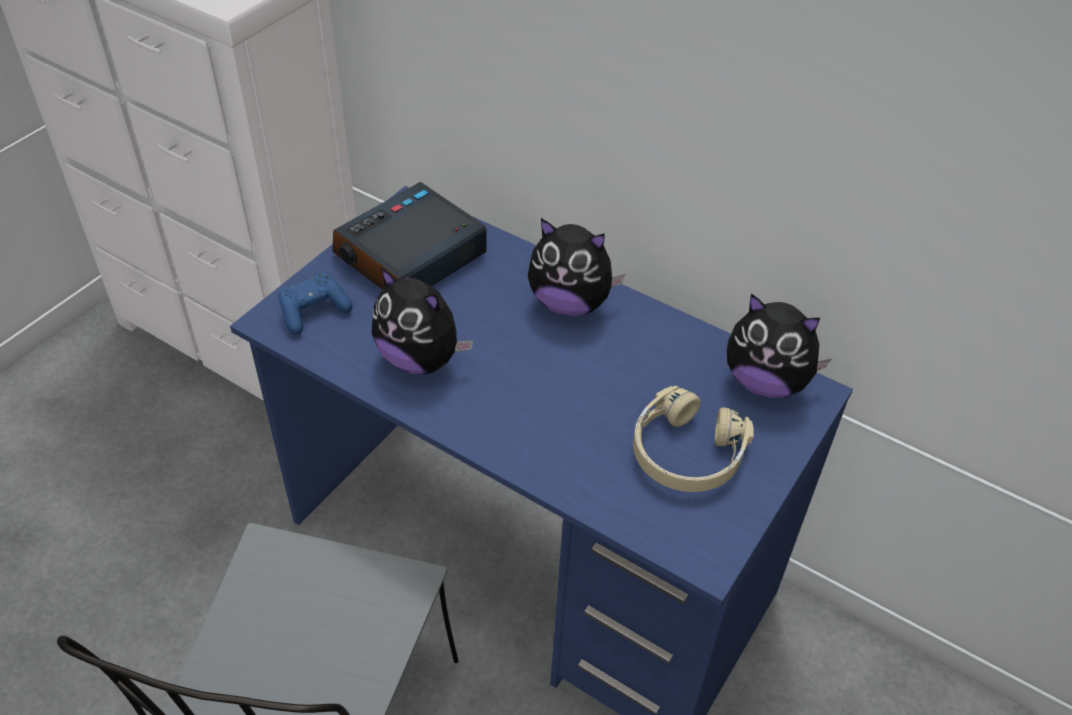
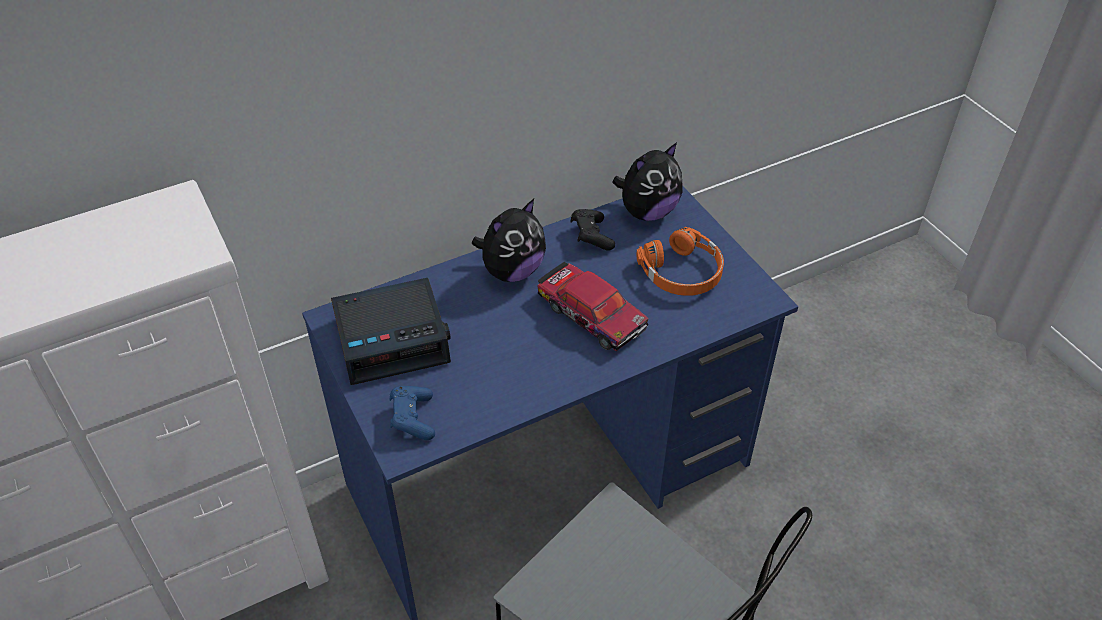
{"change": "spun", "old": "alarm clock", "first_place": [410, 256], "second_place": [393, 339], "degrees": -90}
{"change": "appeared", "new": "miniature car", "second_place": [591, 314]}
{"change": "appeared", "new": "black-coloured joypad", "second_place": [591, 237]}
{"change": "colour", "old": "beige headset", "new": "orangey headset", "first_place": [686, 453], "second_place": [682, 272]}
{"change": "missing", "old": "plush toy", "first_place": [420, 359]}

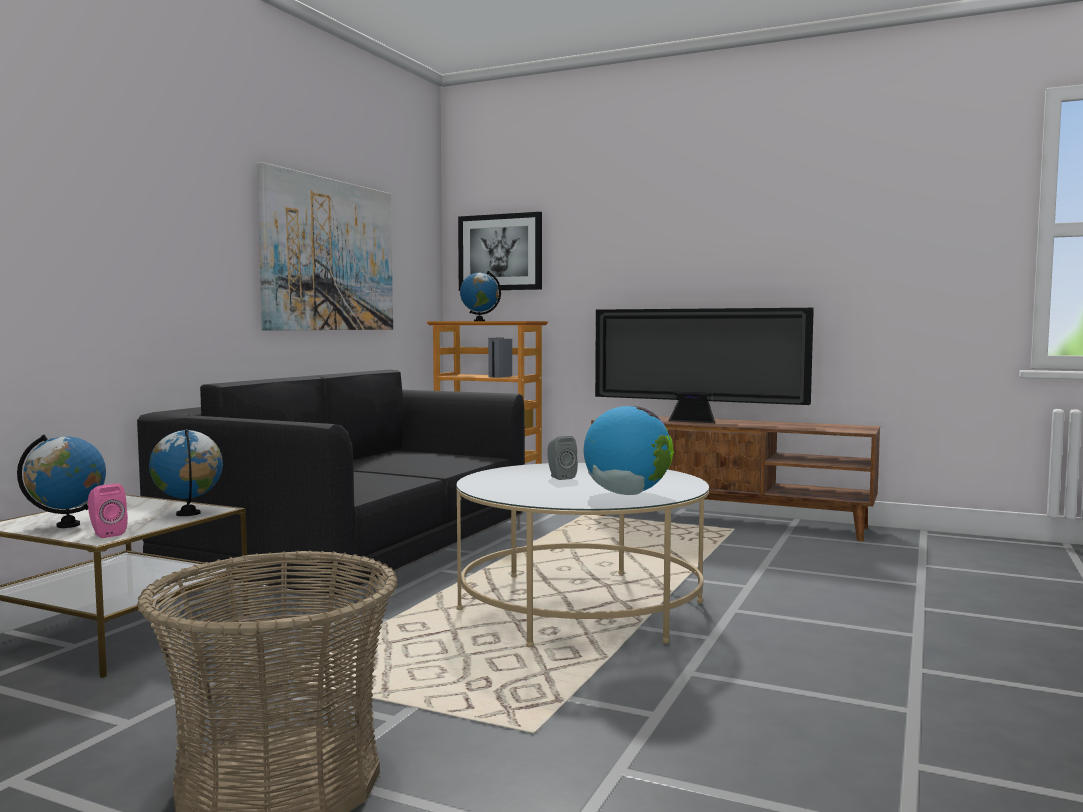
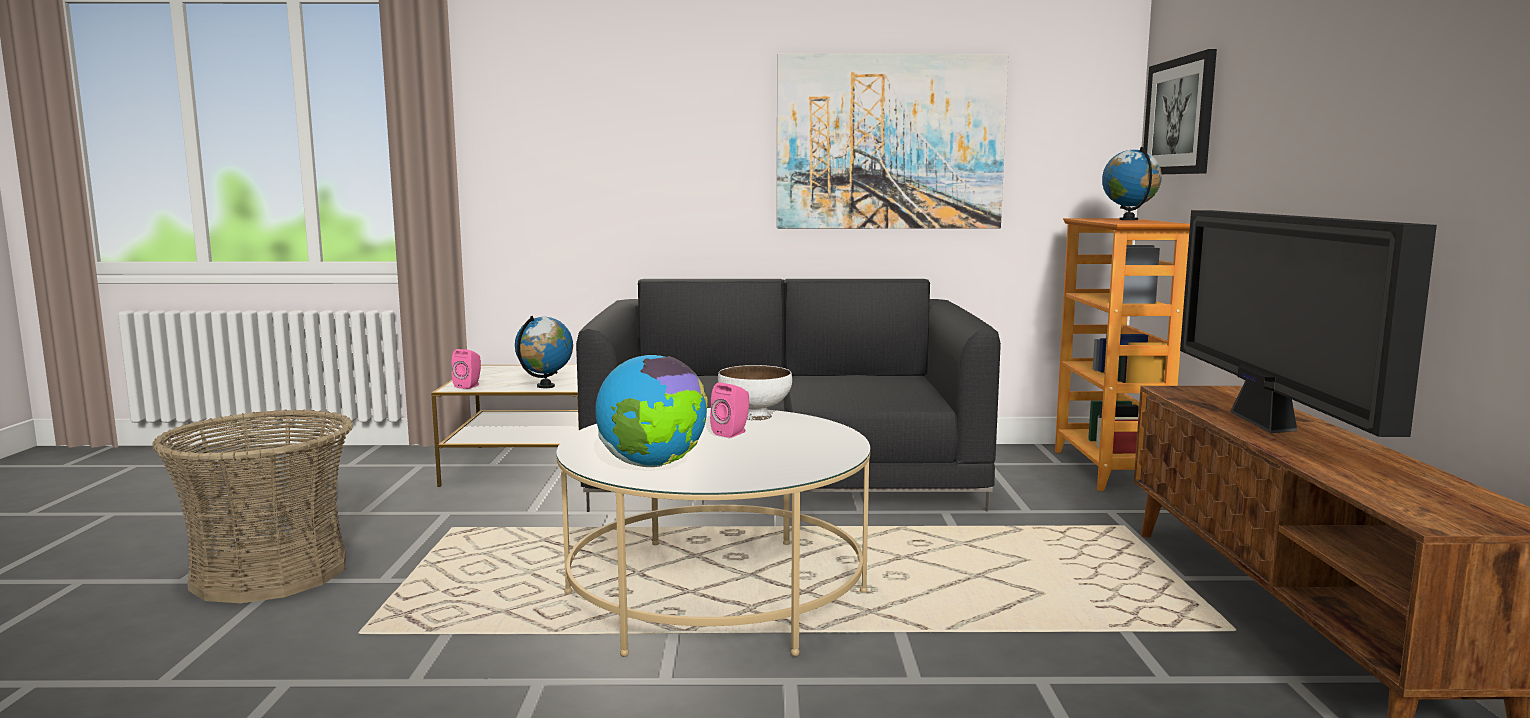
{"change": "colour", "old": "gray audio speaker", "new": "pink-coloured audio speaker", "first_place": [560, 477], "second_place": [732, 433]}
{"change": "appeared", "new": "white-coloured bowl", "second_place": [754, 416]}
{"change": "missing", "old": "world globe", "first_place": [68, 525]}

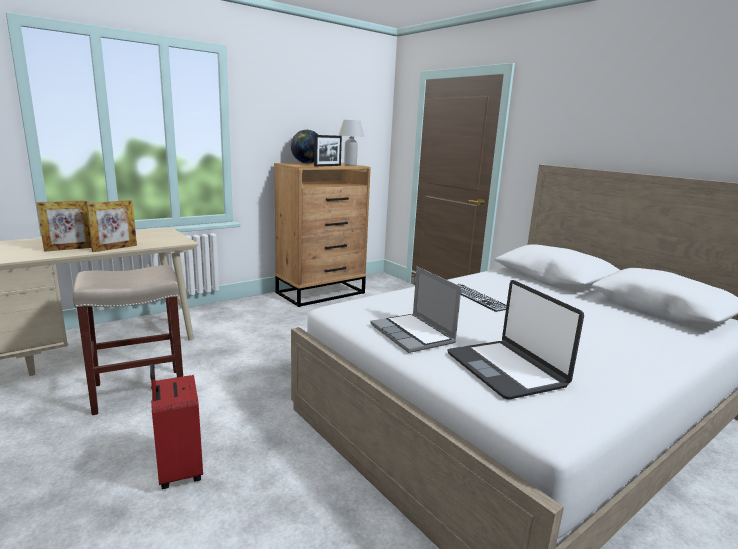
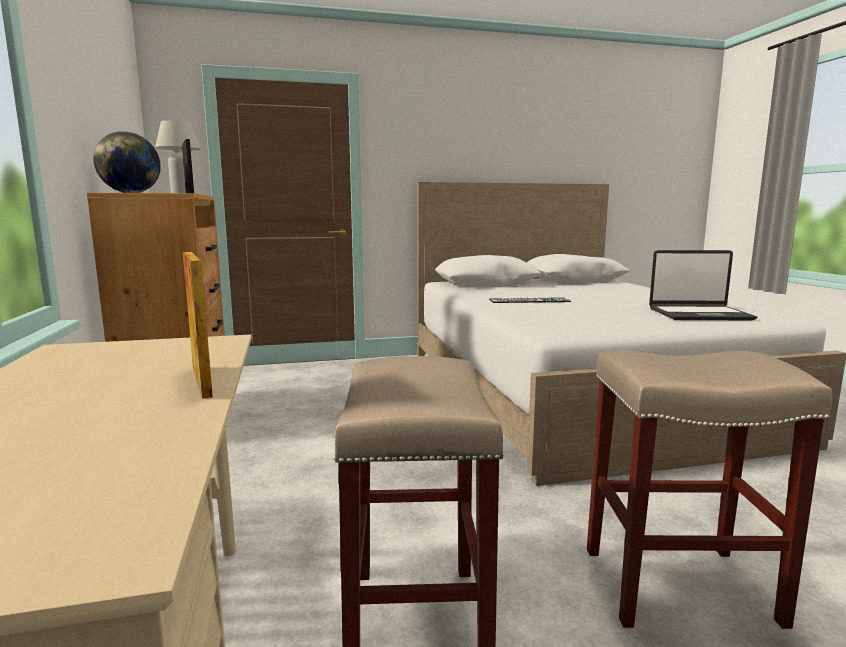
{"change": "exchanged", "old": "red suitcase", "new": "beige sitting stool", "first_place": [178, 471], "second_place": [676, 586]}
{"change": "missing", "old": "picture frame", "first_place": [69, 249]}
{"change": "missing", "old": "laptop", "first_place": [413, 334]}

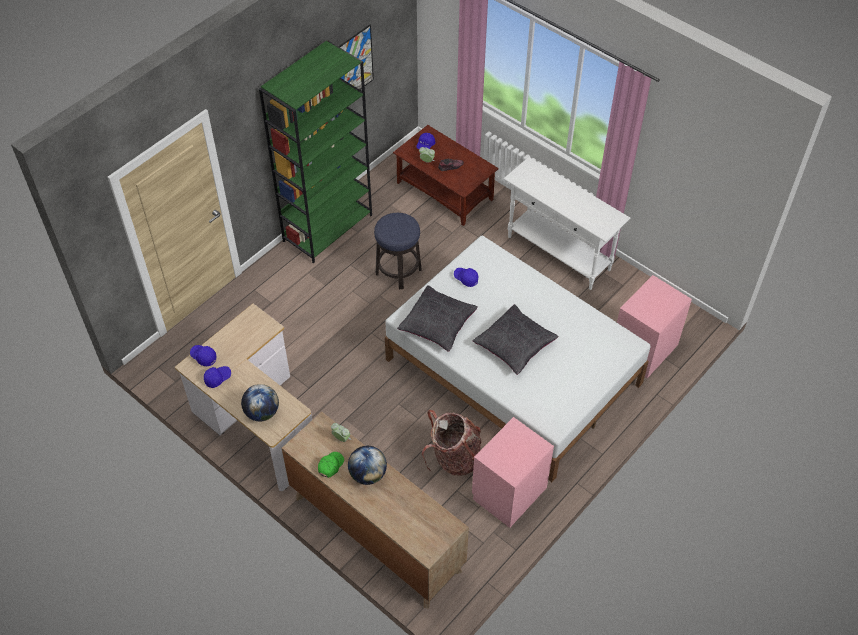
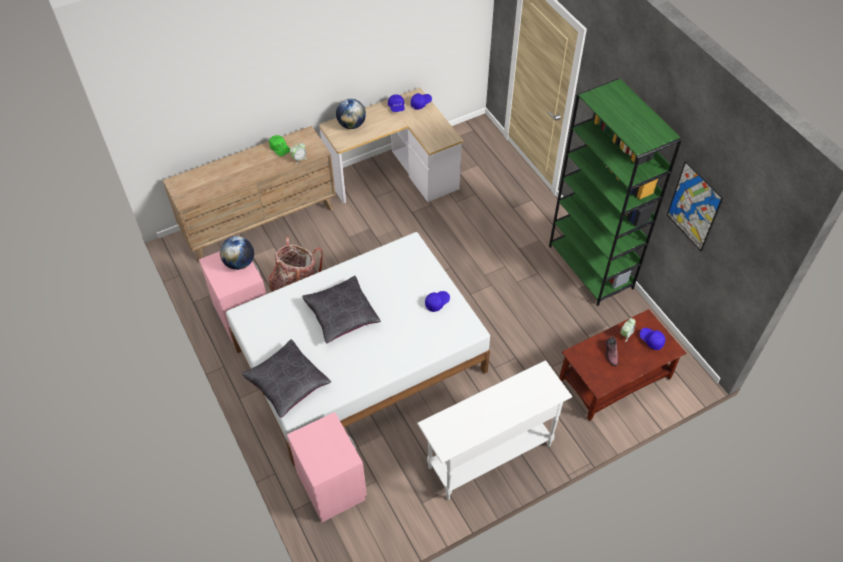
{"change": "relocated", "old": "world globe", "first_place": [368, 474], "second_place": [239, 263]}
{"change": "relocated", "old": "black-coloured throw pillow", "first_place": [437, 324], "second_place": [287, 383]}
{"change": "missing", "old": "sitting stool", "first_place": [398, 271]}

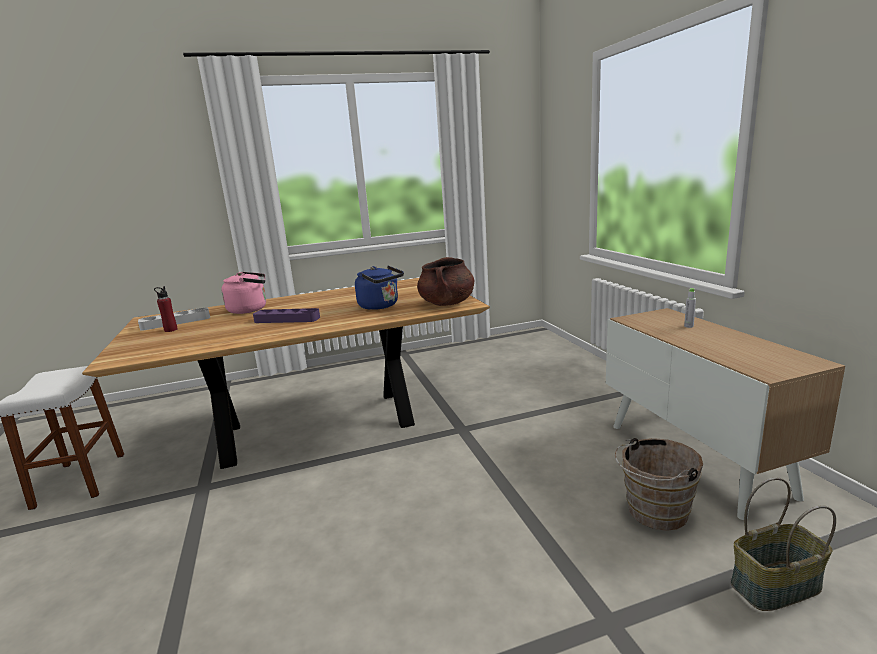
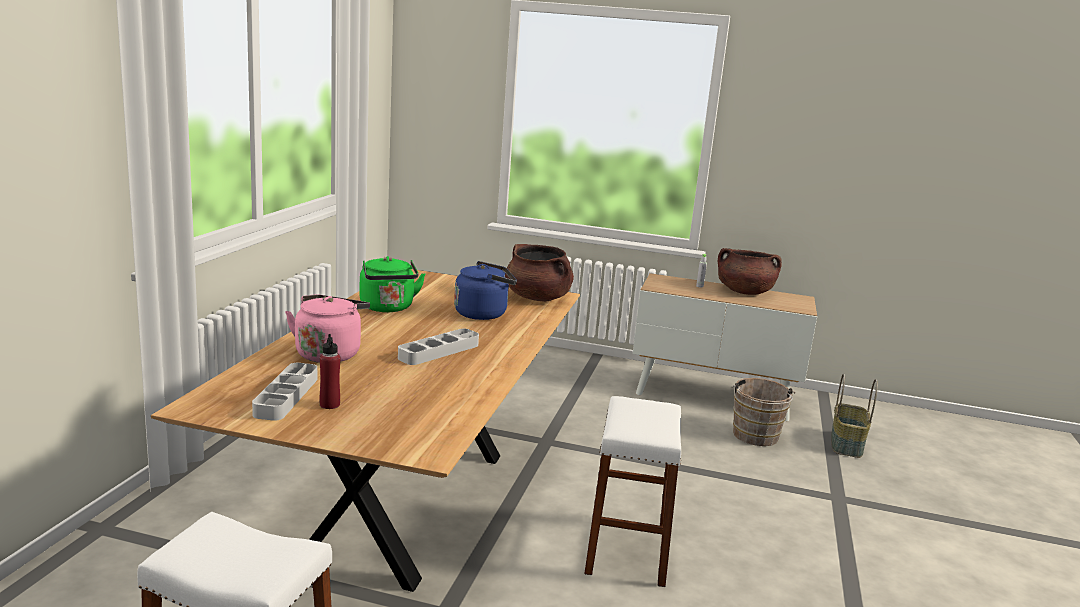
{"change": "appeared", "new": "greenish tea kettle", "second_place": [388, 308]}
{"change": "colour", "old": "purple carrying tray", "new": "gray carrying tray", "first_place": [287, 319], "second_place": [439, 351]}
{"change": "appeared", "new": "white-coloured sitting stool", "second_place": [627, 549]}
{"change": "appeared", "new": "brown saucepot", "second_place": [744, 292]}

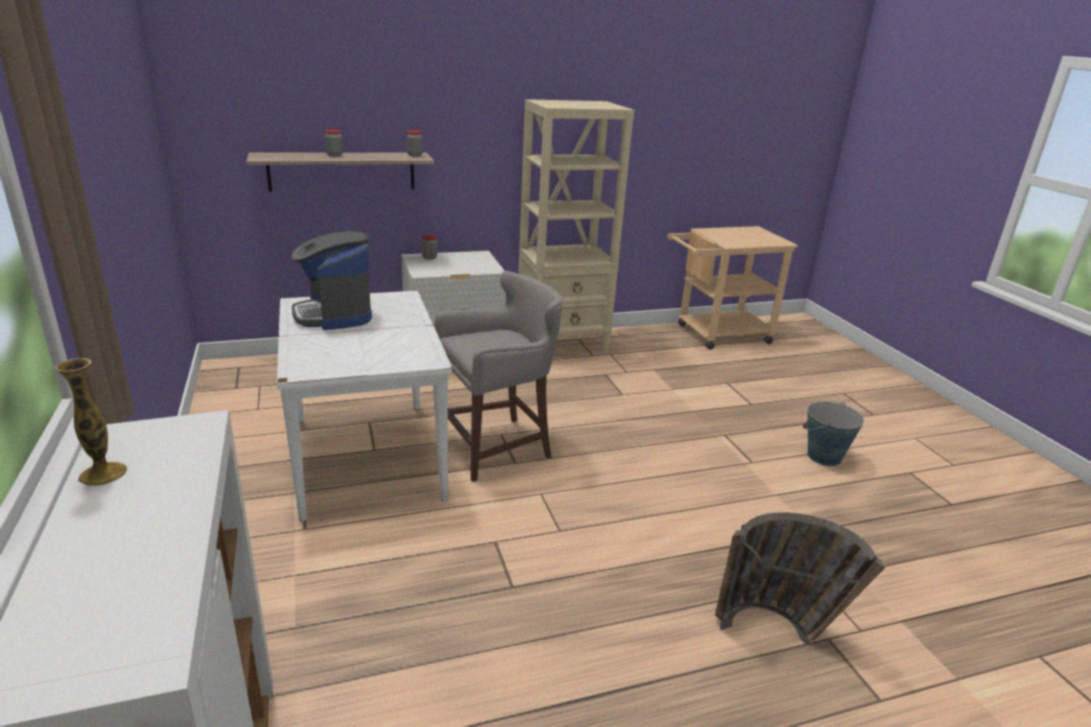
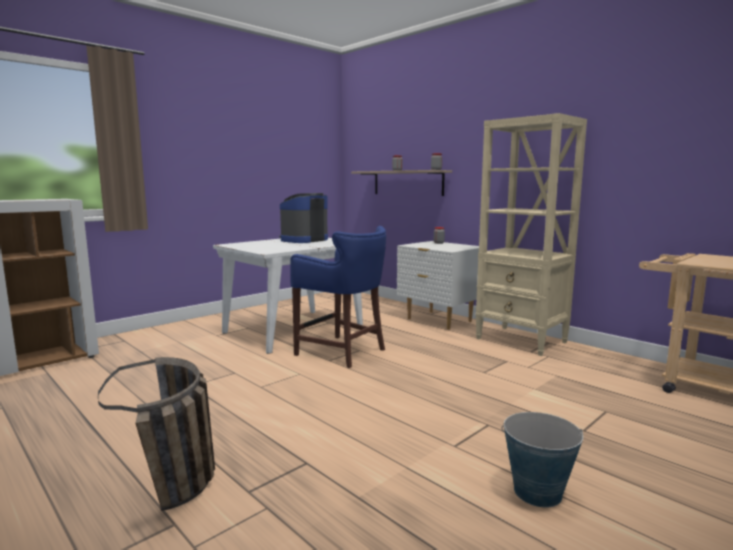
{"change": "colour", "old": "gray sitting stool", "new": "blue sitting stool", "first_place": [497, 446], "second_place": [343, 352]}
{"change": "missing", "old": "vase", "first_place": [103, 474]}

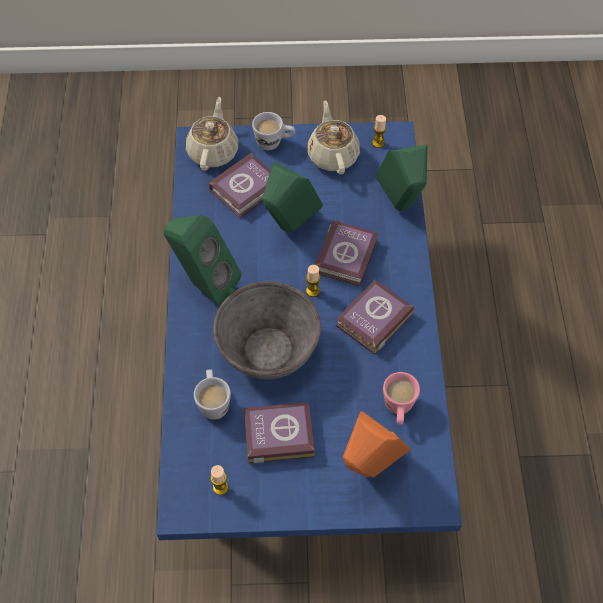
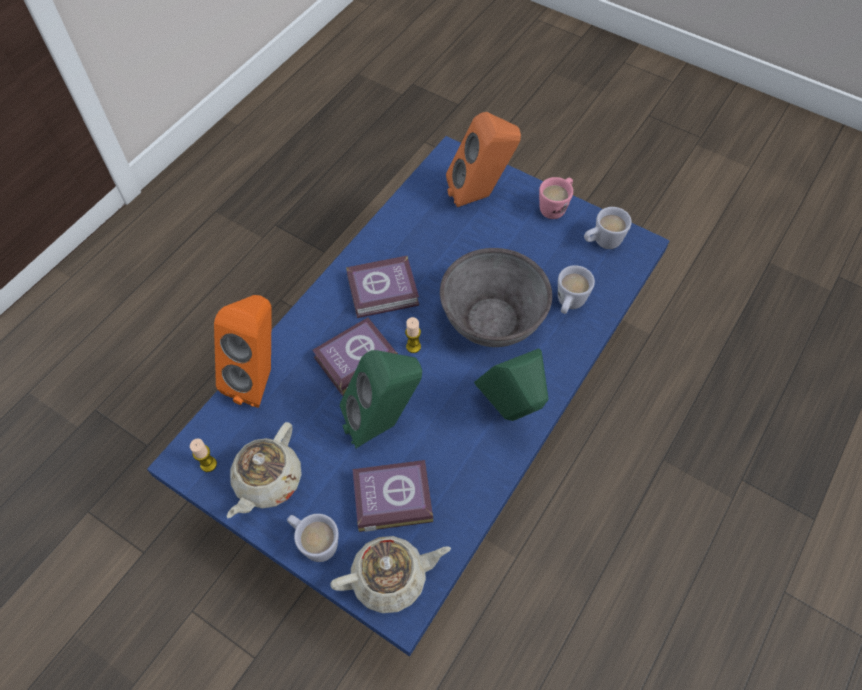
{"change": "colour", "old": "greenish audio speaker", "new": "orangey audio speaker", "first_place": [401, 206], "second_place": [259, 377]}
{"change": "spun", "old": "beige pot for tea", "first_place": [213, 151], "second_place": [391, 578], "degrees": -150}
{"change": "relocated", "old": "pink-coloured mug", "first_place": [398, 409], "second_place": [555, 207]}
{"change": "exchanged", "old": "wax candle", "new": "white-coloured mug", "first_place": [220, 487], "second_place": [602, 242]}
{"change": "missing", "old": "volume", "first_place": [277, 434]}

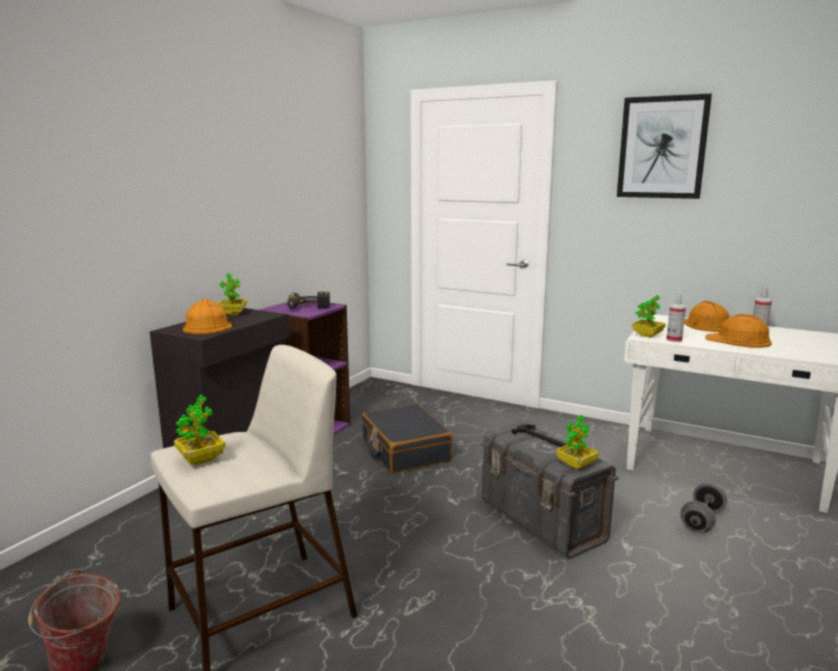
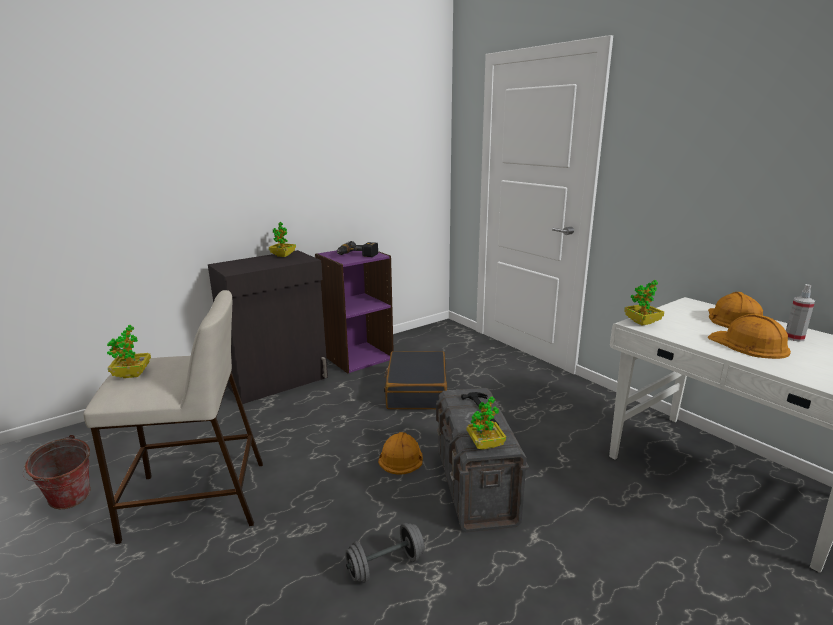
{"change": "relocated", "old": "gray dumbbell", "first_place": [702, 521], "second_place": [385, 566]}
{"change": "relocated", "old": "orangey work helmet", "first_place": [207, 326], "second_place": [401, 456]}
{"change": "missing", "old": "wall art", "first_place": [662, 147]}
{"change": "missing", "old": "spray bottle", "first_place": [674, 340]}

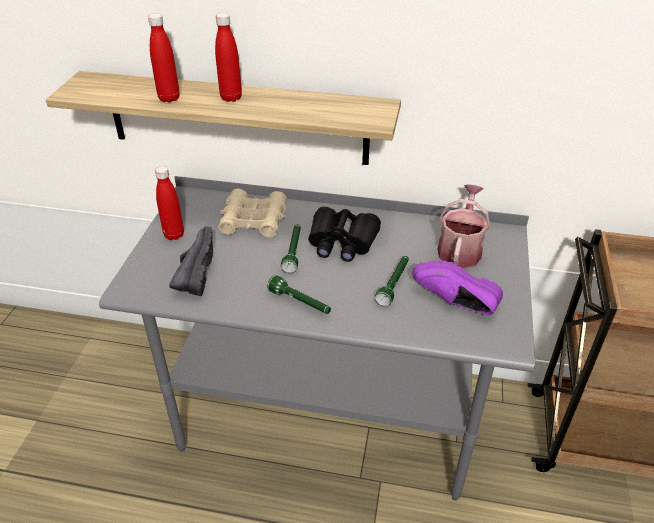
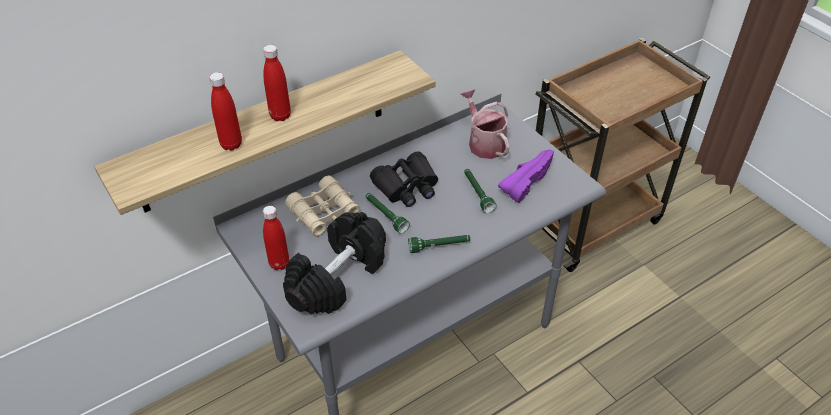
{"change": "exchanged", "old": "black-coloured shoe", "new": "black-coloured dumbbell", "first_place": [194, 271], "second_place": [338, 278]}
{"change": "spun", "old": "purple shoe", "first_place": [454, 302], "second_place": [524, 181], "degrees": 150}

